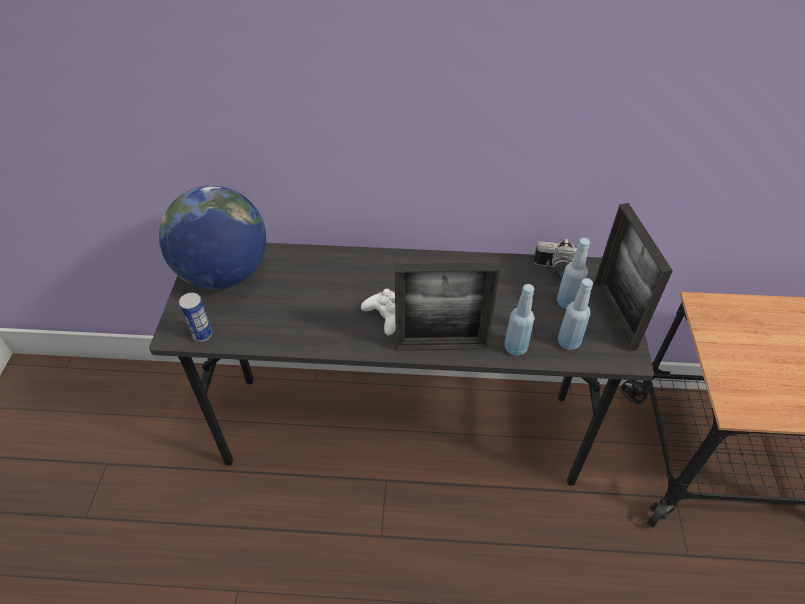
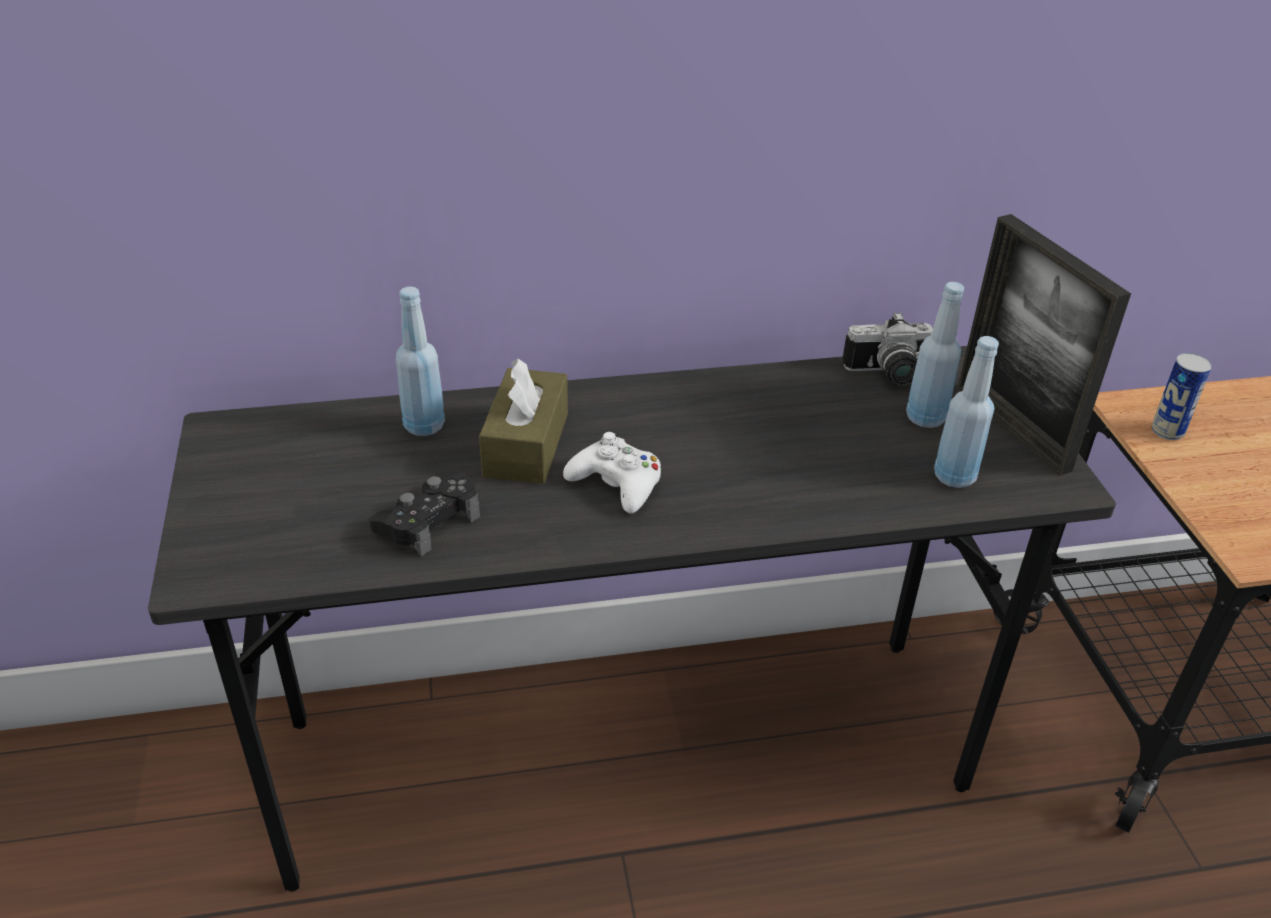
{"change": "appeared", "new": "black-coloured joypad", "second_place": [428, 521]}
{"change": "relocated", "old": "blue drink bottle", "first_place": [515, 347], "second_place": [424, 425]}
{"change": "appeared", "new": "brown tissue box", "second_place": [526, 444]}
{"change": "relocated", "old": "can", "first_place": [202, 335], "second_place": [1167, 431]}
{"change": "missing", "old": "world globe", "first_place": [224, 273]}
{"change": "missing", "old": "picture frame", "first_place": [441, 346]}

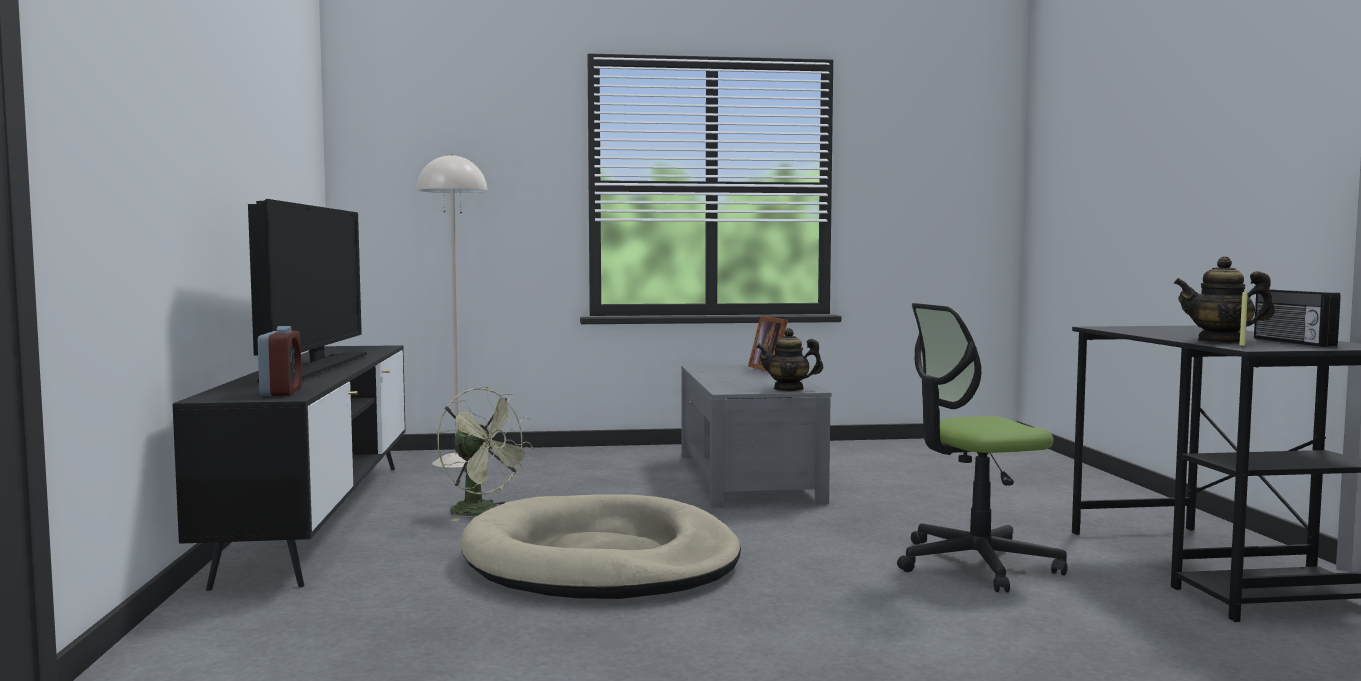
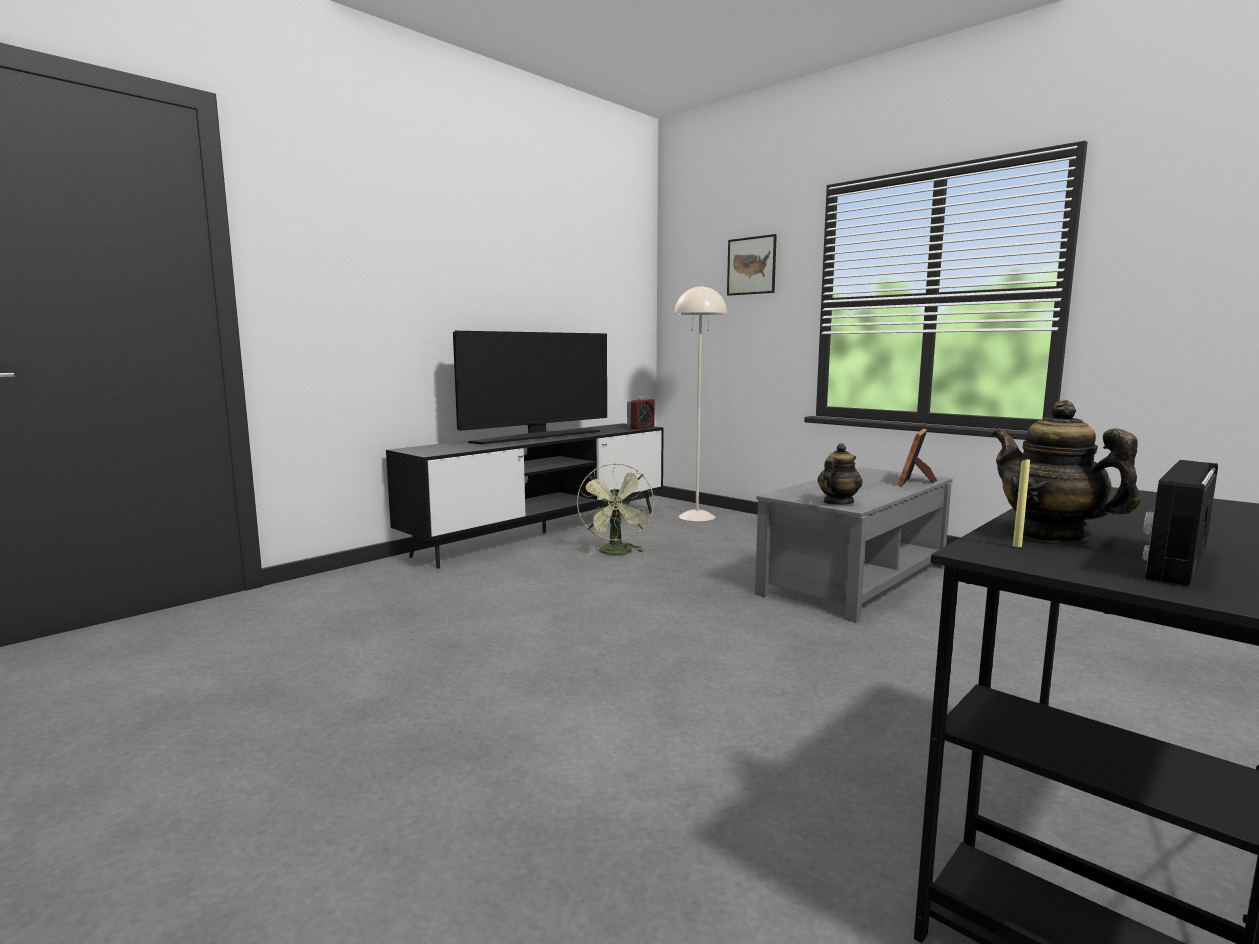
{"change": "relocated", "old": "alarm clock", "first_place": [281, 392], "second_place": [640, 428]}
{"change": "appeared", "new": "wall art", "second_place": [751, 266]}
{"change": "spun", "old": "pot for tea", "first_place": [788, 389], "second_place": [837, 503], "degrees": 75}
{"change": "missing", "old": "beige dog bed", "first_place": [600, 560]}
{"change": "missing", "old": "desk chair", "first_place": [975, 564]}

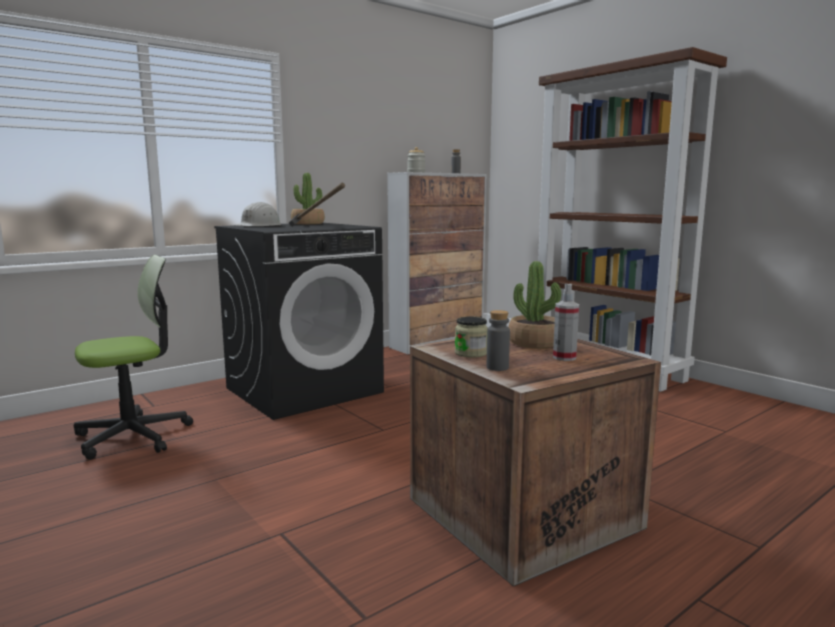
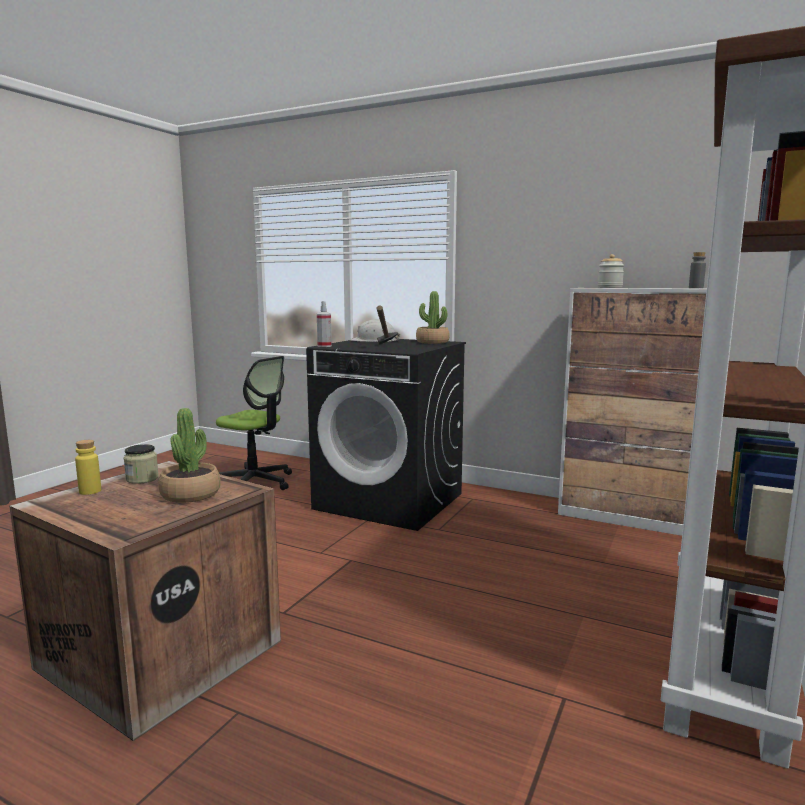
{"change": "colour", "old": "gray drink bottle", "new": "yellow drink bottle", "first_place": [497, 367], "second_place": [90, 491]}
{"change": "relocated", "old": "spray bottle", "first_place": [564, 357], "second_place": [324, 346]}

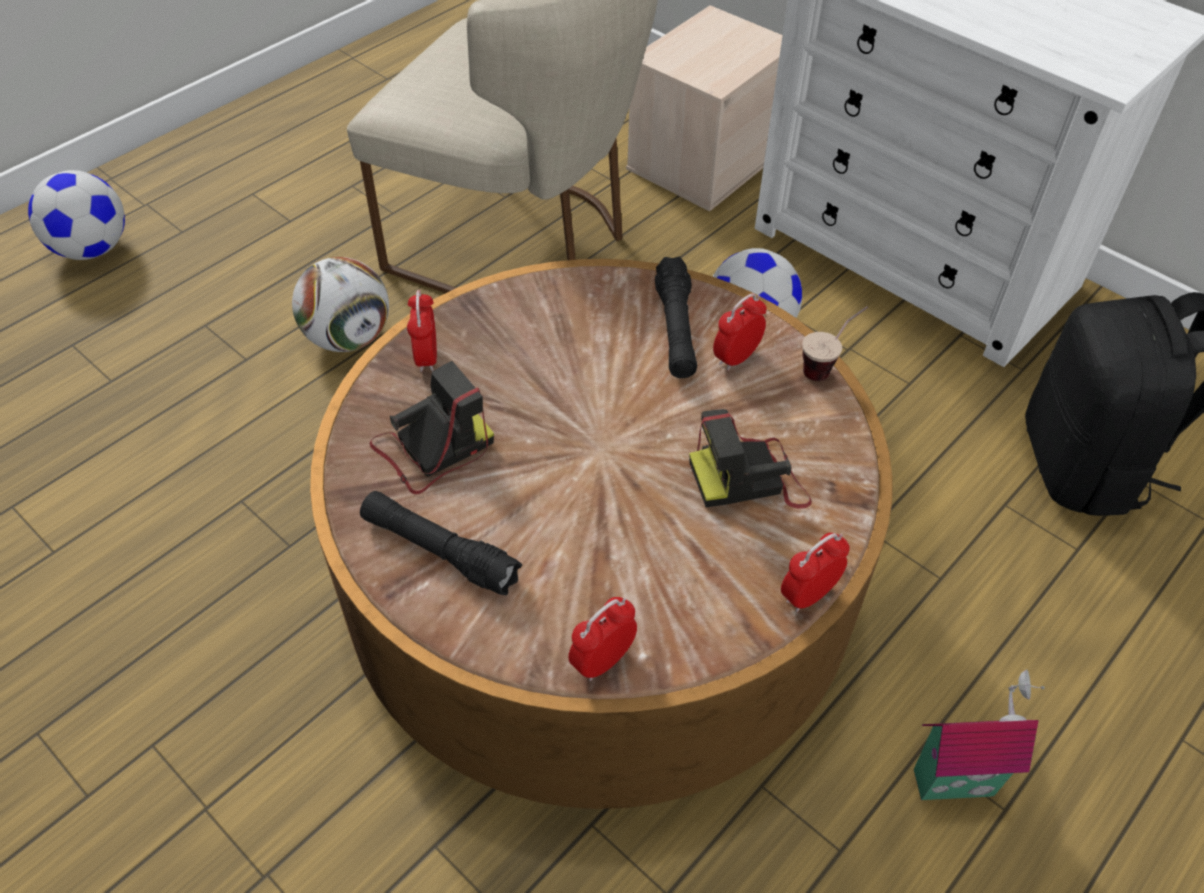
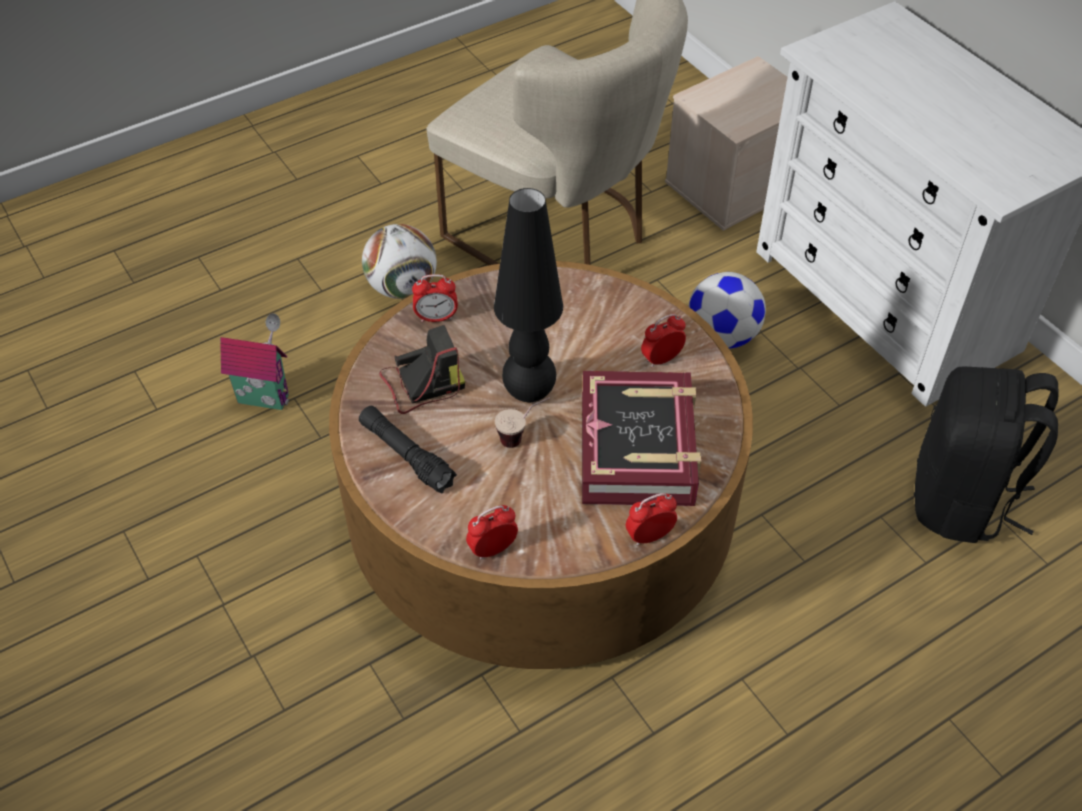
{"change": "relocated", "old": "model house", "first_place": [952, 777], "second_place": [265, 396]}
{"change": "spun", "old": "alarm clock", "first_place": [427, 357], "second_place": [436, 318], "degrees": -105}
{"change": "appeared", "new": "black-coloured tabletop lamp", "second_place": [529, 393]}
{"change": "relocated", "old": "small cup", "first_place": [828, 366], "second_place": [523, 437]}
{"change": "exchanged", "old": "still camera", "new": "volume", "first_place": [749, 478], "second_place": [638, 448]}
{"change": "missing", "old": "ball for football", "first_place": [92, 249]}
{"change": "missing", "old": "black-coloured torch", "first_place": [676, 329]}

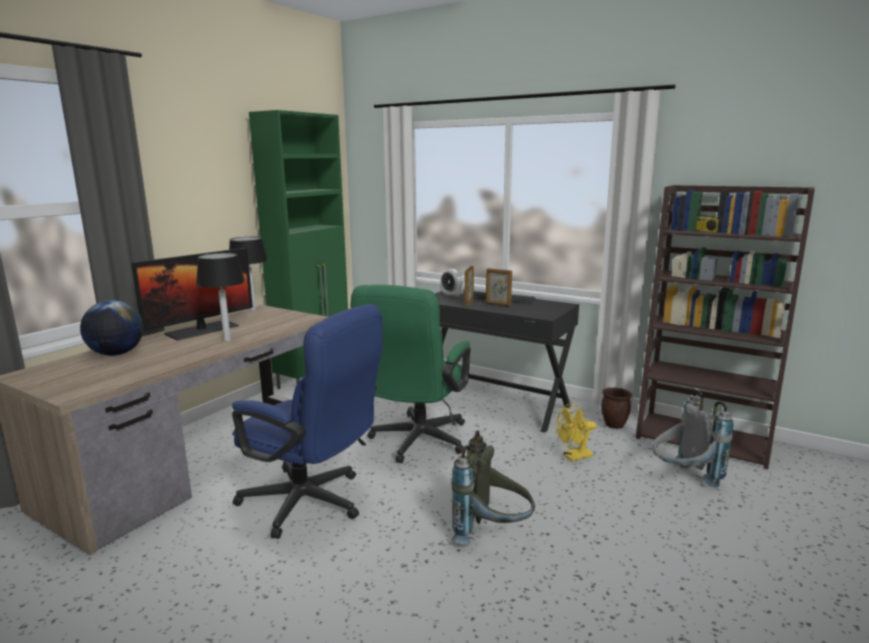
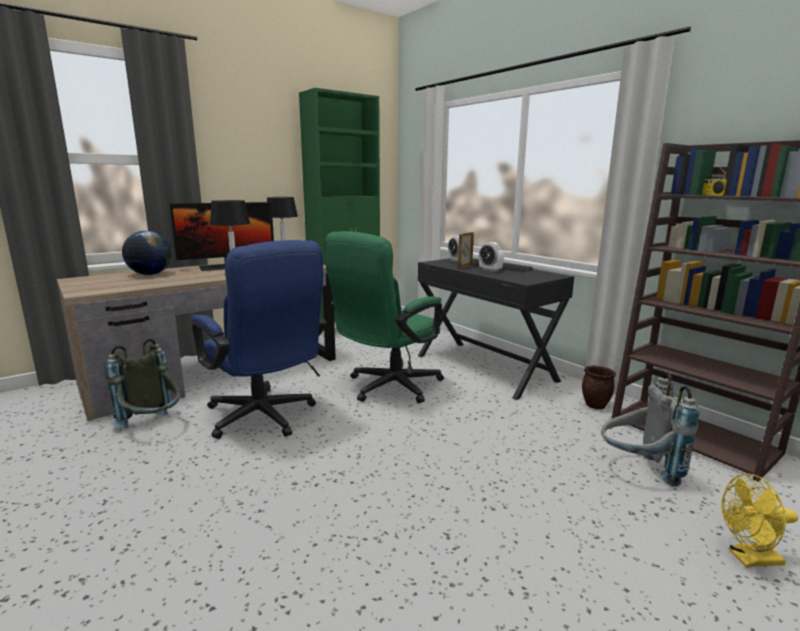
{"change": "relocated", "old": "gray rucksack", "first_place": [492, 534], "second_place": [153, 427]}
{"change": "exchanged", "old": "picture frame", "new": "alarm clock", "first_place": [498, 304], "second_place": [490, 270]}
{"change": "relocated", "old": "yellow fan", "first_place": [574, 457], "second_place": [749, 558]}

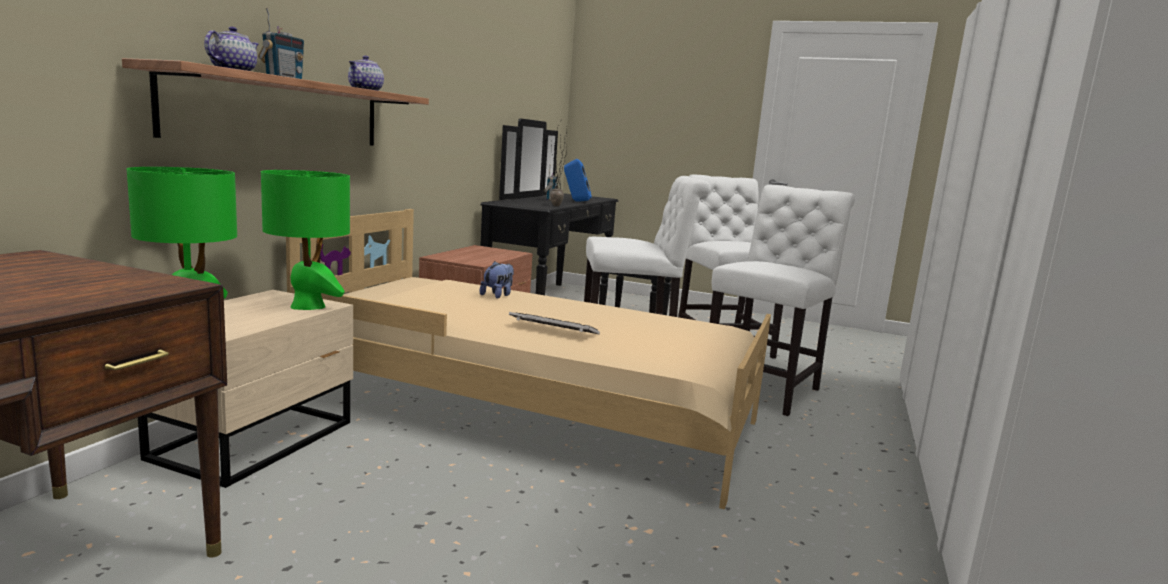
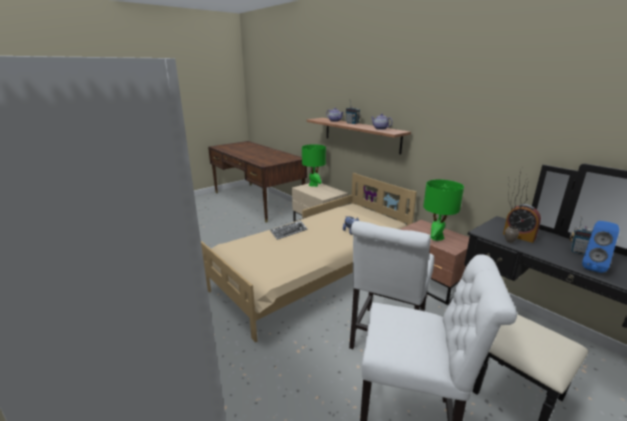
{"change": "relocated", "old": "greenish tabletop lamp", "first_place": [308, 306], "second_place": [436, 237]}
{"change": "appeared", "new": "alarm clock", "second_place": [519, 236]}
{"change": "missing", "old": "white-coloured plain chair", "first_place": [764, 389]}

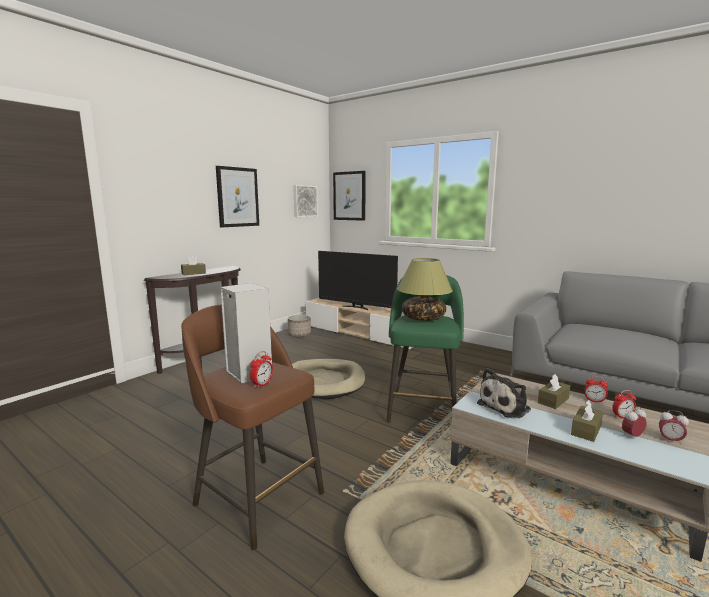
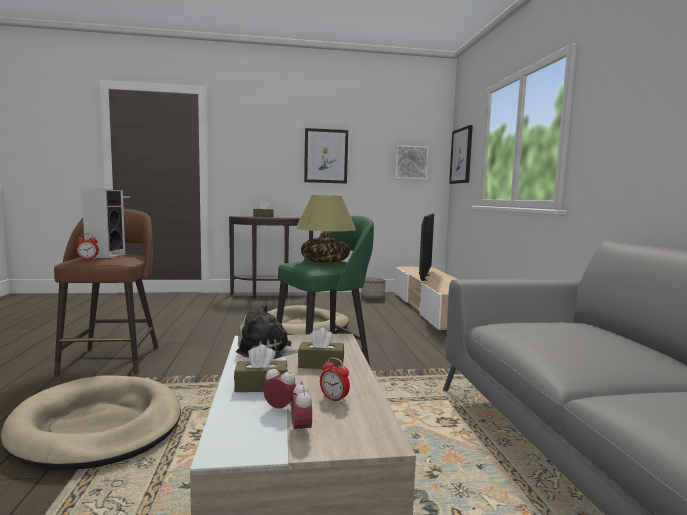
{"change": "spun", "old": "TV", "first_place": [356, 307], "second_place": [424, 277], "degrees": -150}
{"change": "missing", "old": "alarm clock", "first_place": [594, 401]}

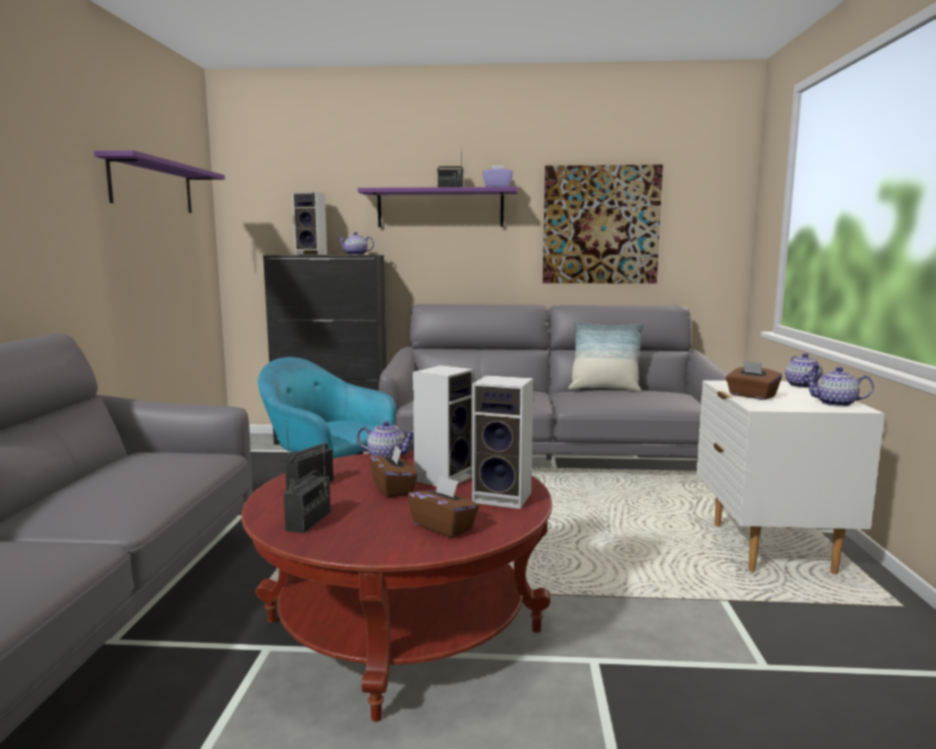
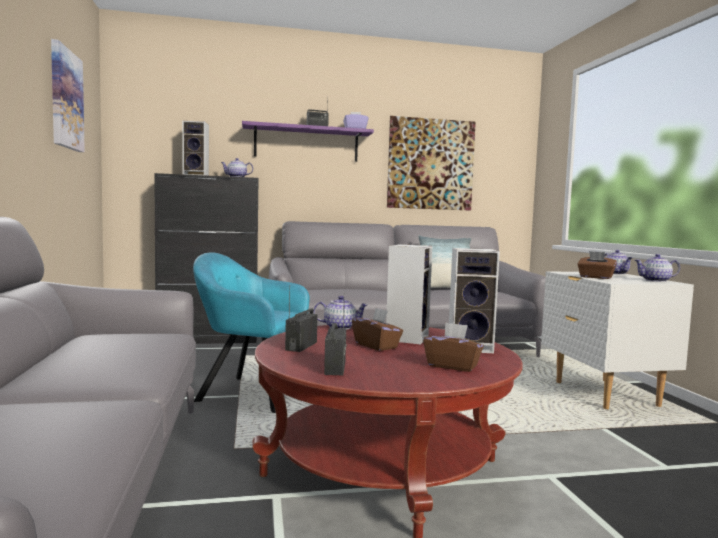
{"change": "exchanged", "old": "purple wall shelf", "new": "wall art", "first_place": [152, 186], "second_place": [65, 99]}

